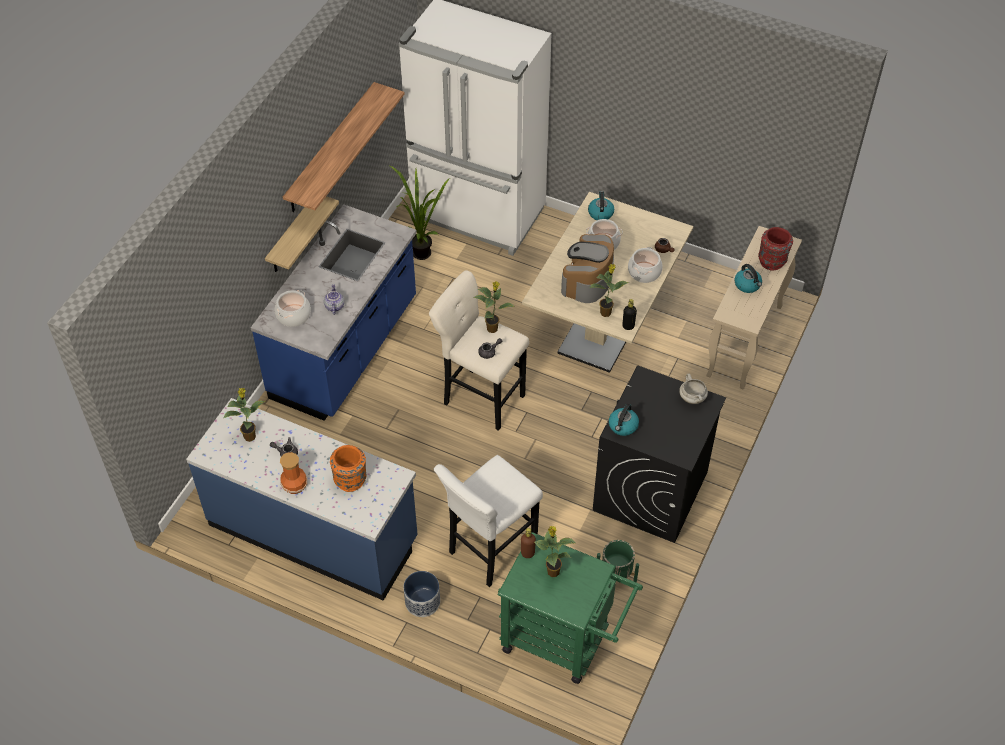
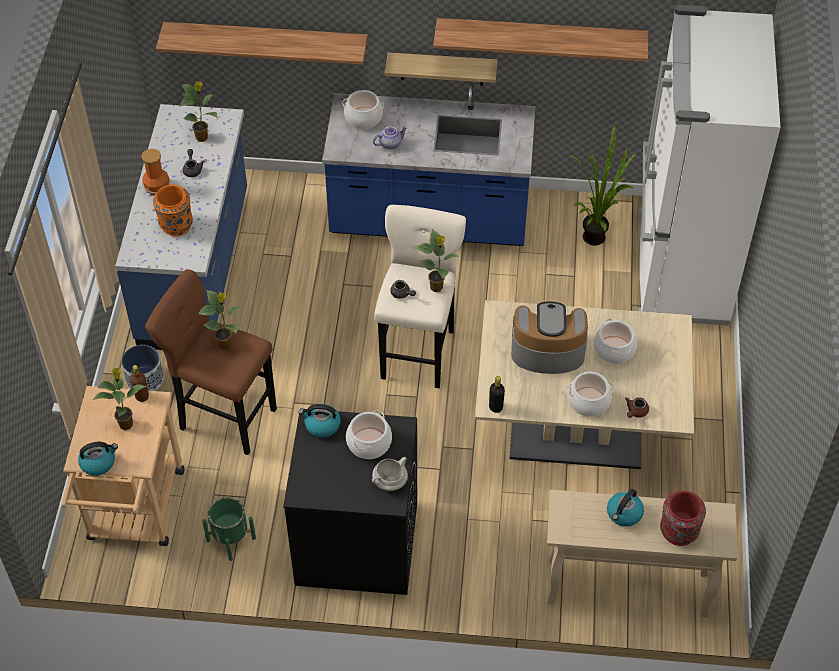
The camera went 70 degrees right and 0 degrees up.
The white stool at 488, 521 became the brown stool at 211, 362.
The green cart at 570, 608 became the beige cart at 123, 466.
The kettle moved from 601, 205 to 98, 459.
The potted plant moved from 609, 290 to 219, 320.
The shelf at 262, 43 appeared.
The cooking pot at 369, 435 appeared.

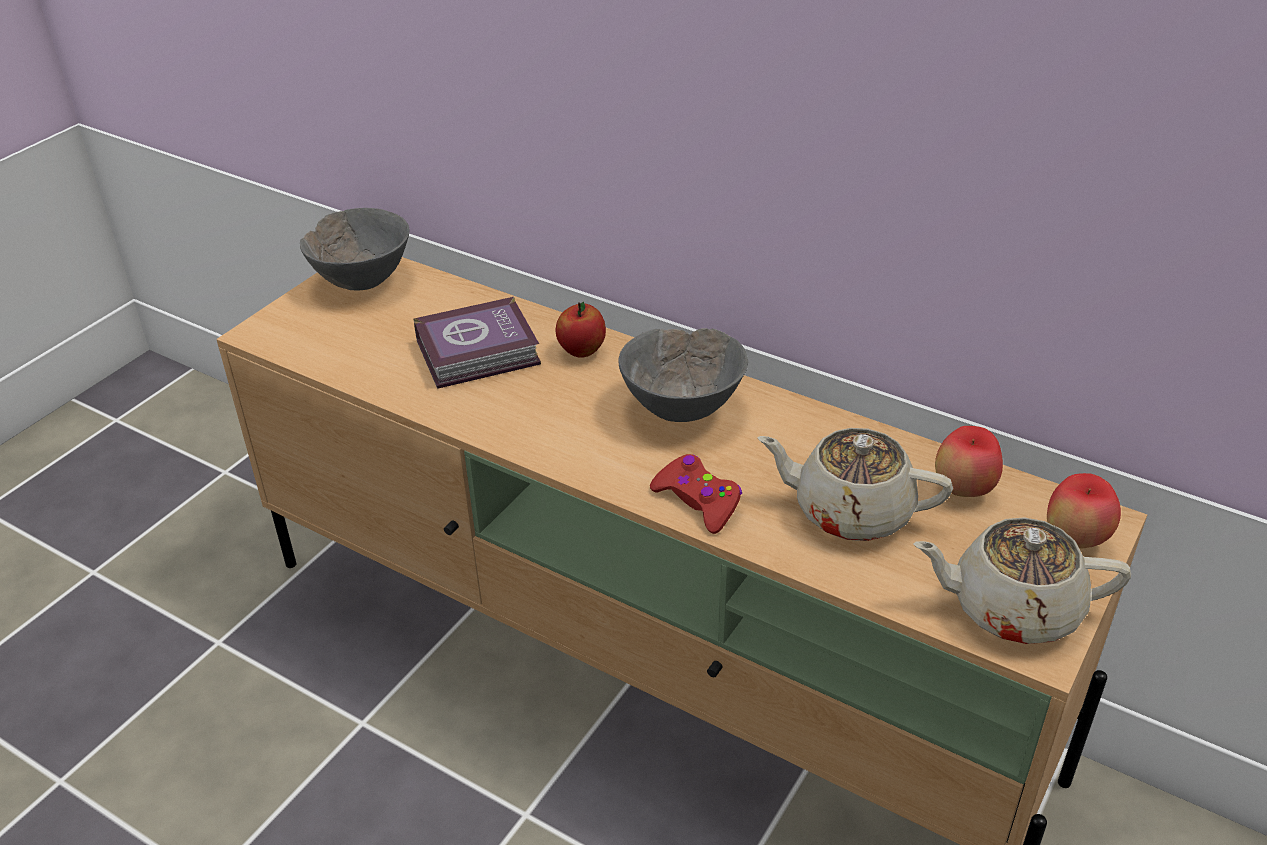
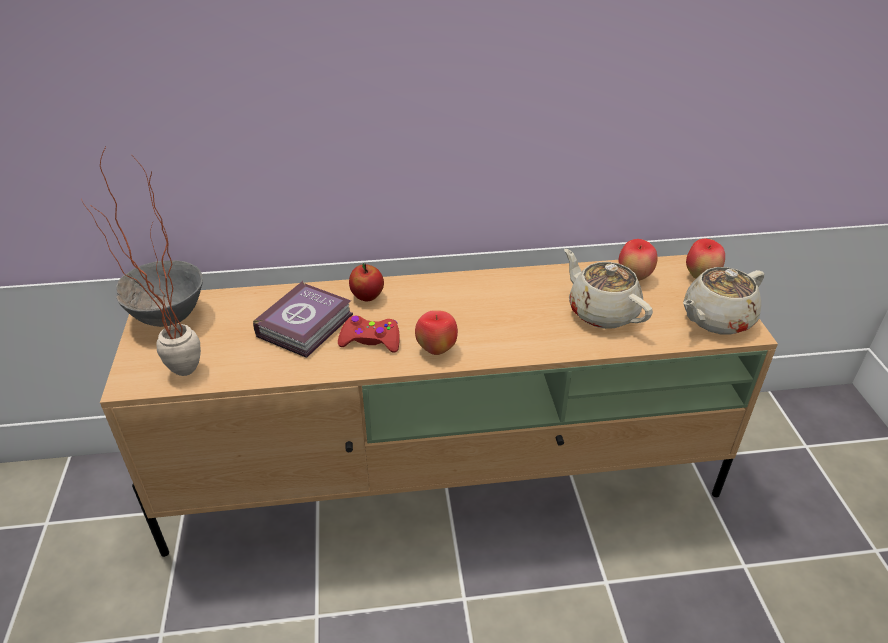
The camera went 40 degrees left and 0 degrees up.
The grey bowl at 683, 375 disappeared.
The red game controller moved from 696, 494 to 369, 334.
The beige teapot at 855, 484 turned 75 degrees clockwise.
The potted plant at 141, 260 appeared.
The apple at 436, 332 appeared.

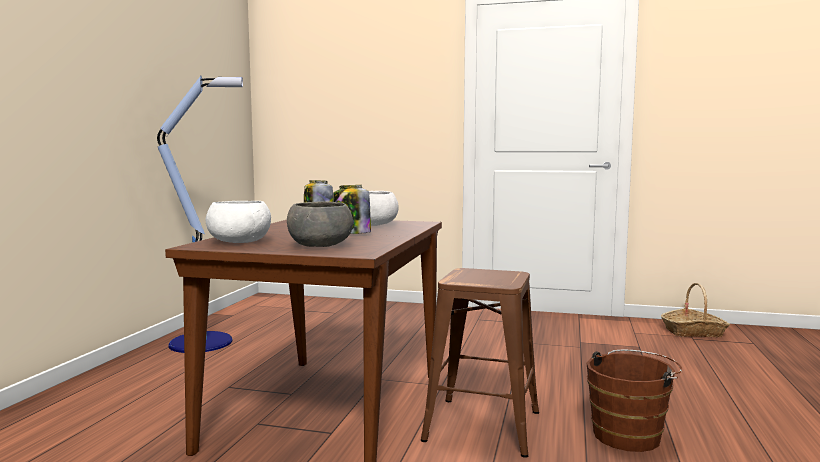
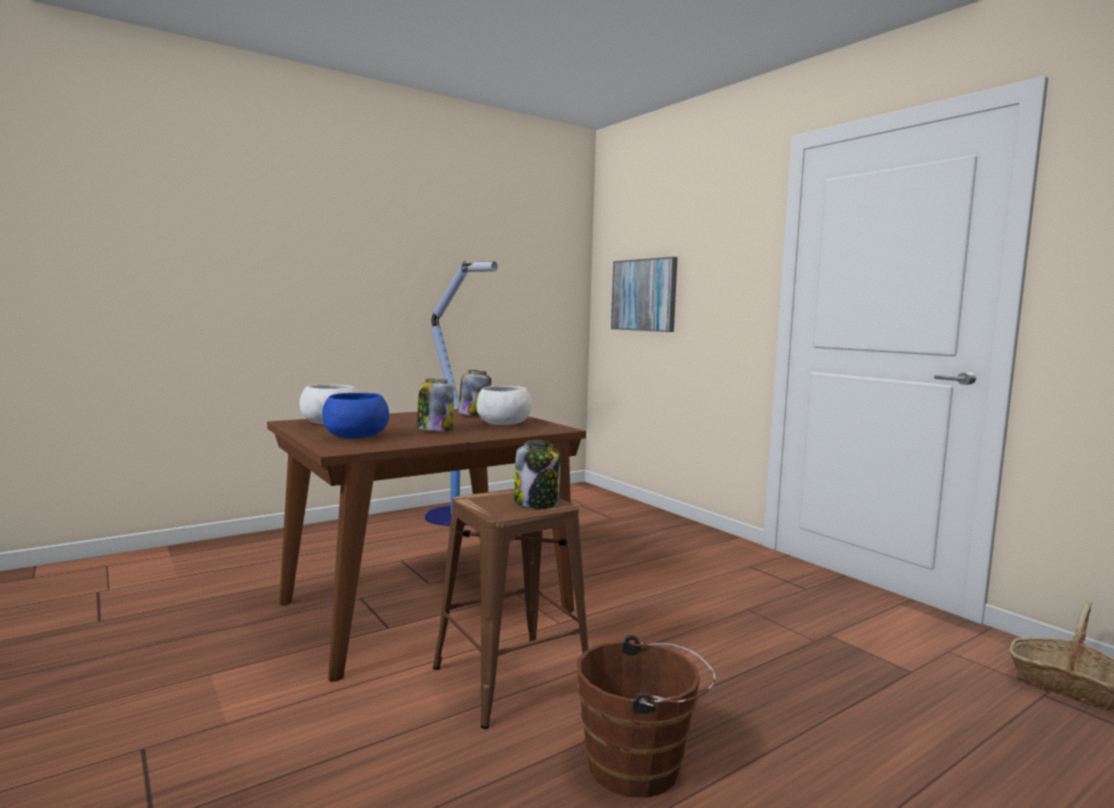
The camera went 40 degrees right and 0 degrees up.
The grey bowl at 320, 224 became the blue bowl at 355, 416.
The jar at 537, 474 appeared.
The picture at 644, 294 appeared.

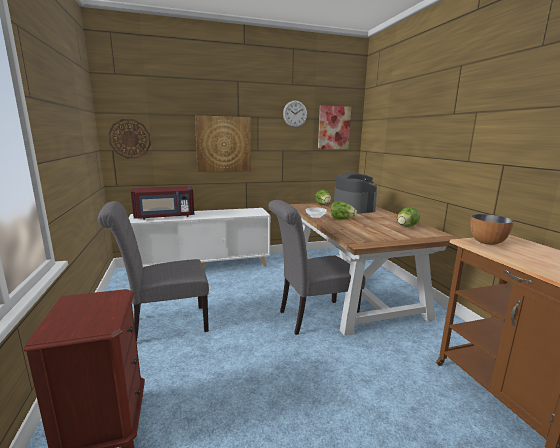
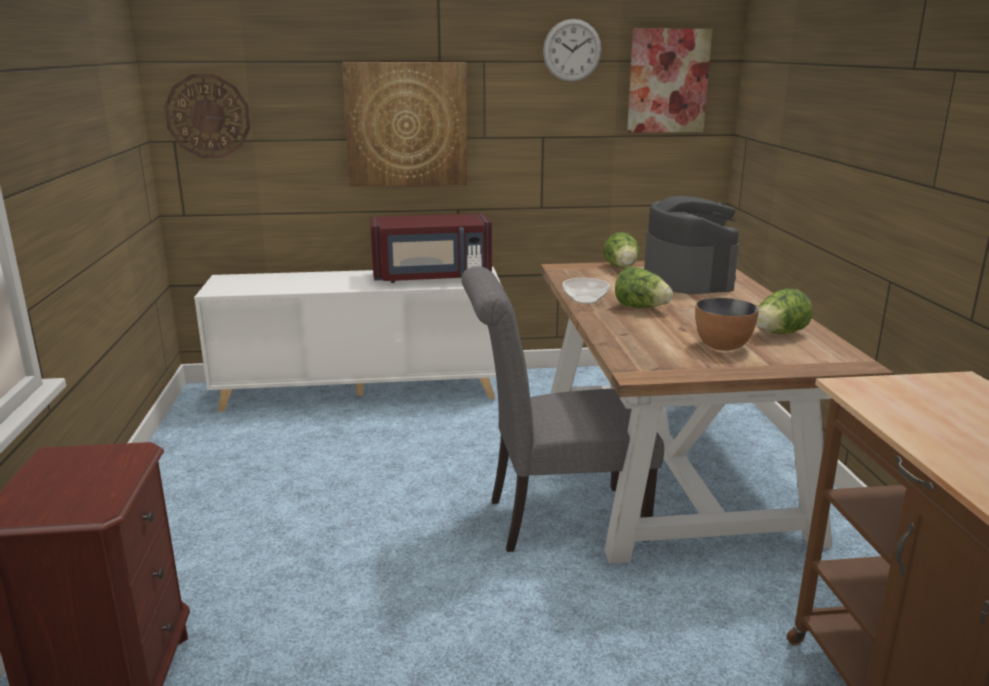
The camera went 10 degrees right and 5 degrees up.
The grey chair at 153, 271 disappeared.
The red microwave moved from 163, 203 to 431, 248.
The bowl moved from 492, 229 to 727, 324.

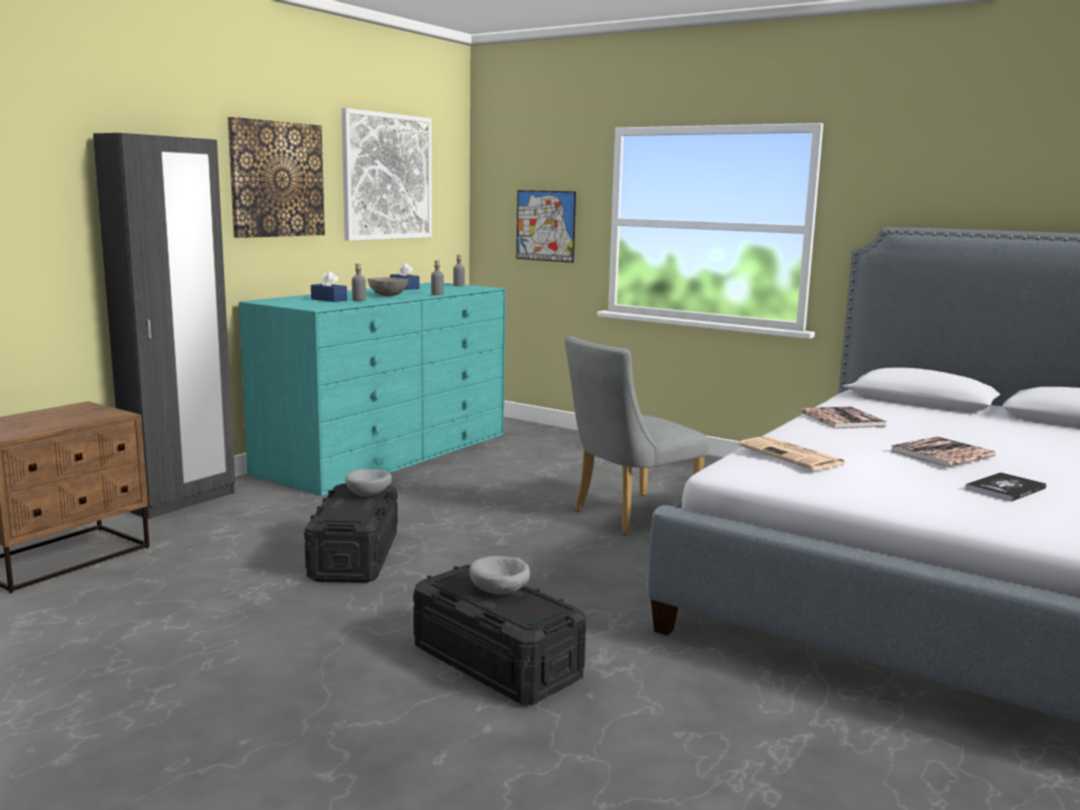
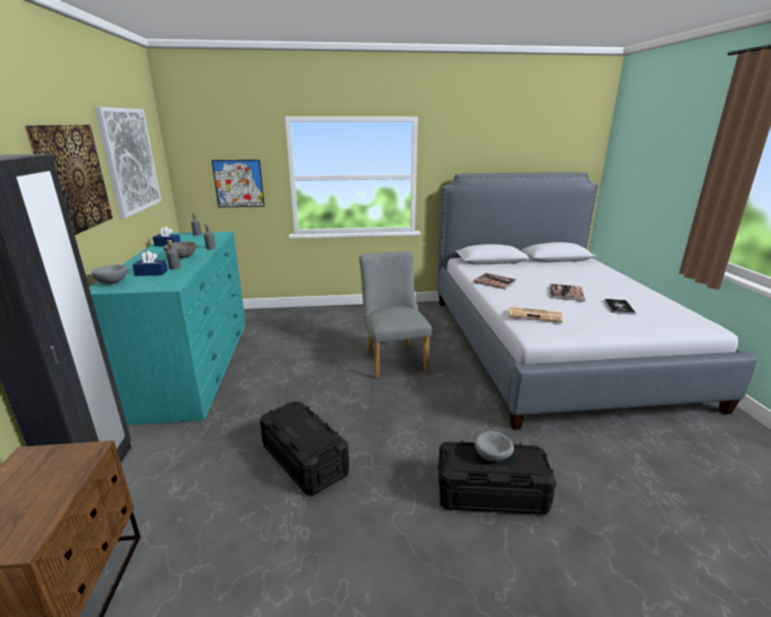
The camera went 40 degrees left and 10 degrees up.
The grey bowl moved from 368, 483 to 110, 274.
The grey chair at 637, 435 turned 150 degrees clockwise.

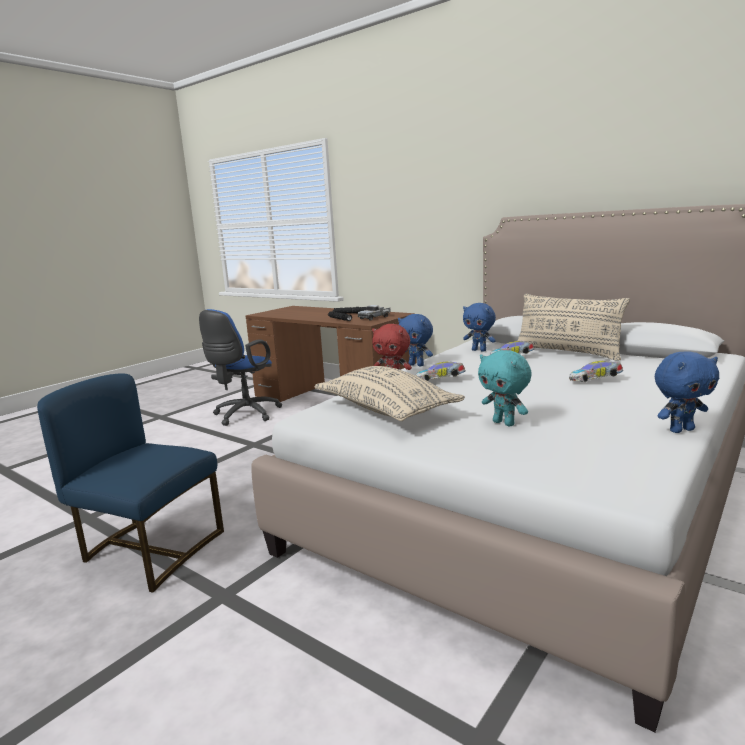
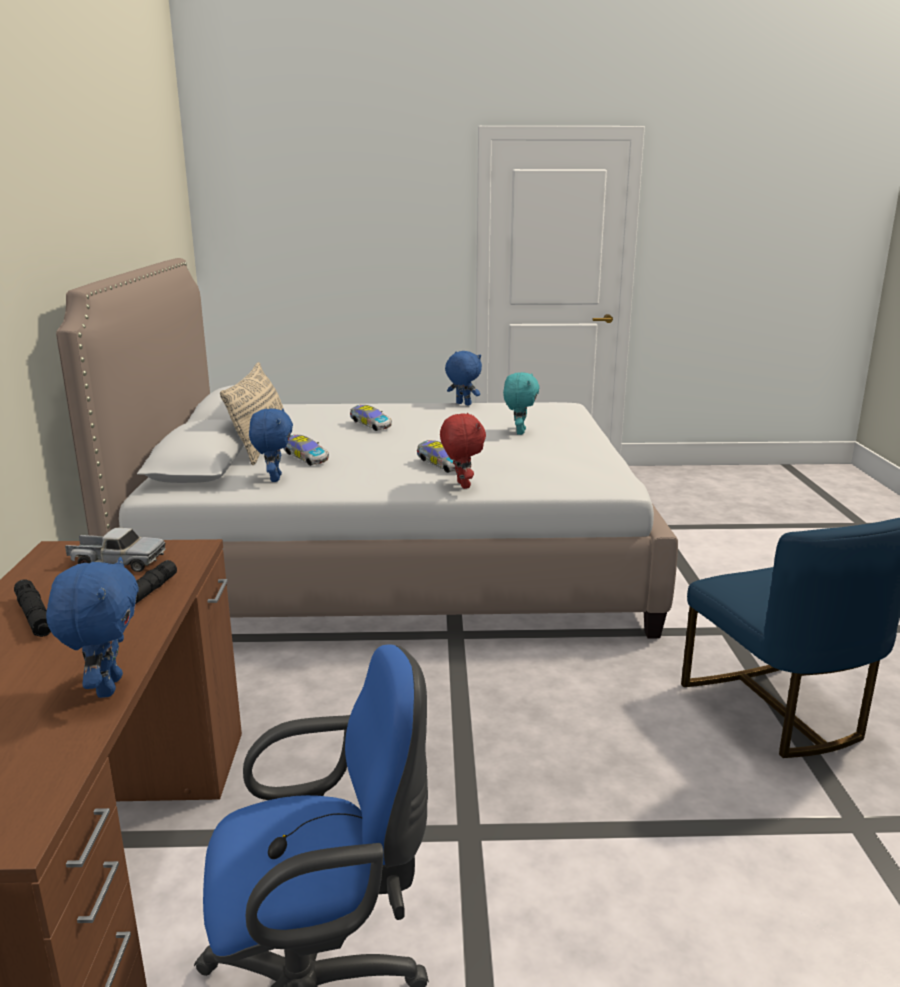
The camera went 130 degrees left and 5 degrees up.
The beige pillow at 390, 393 disappeared.
The blue plush toy moved from 415, 340 to 92, 627.

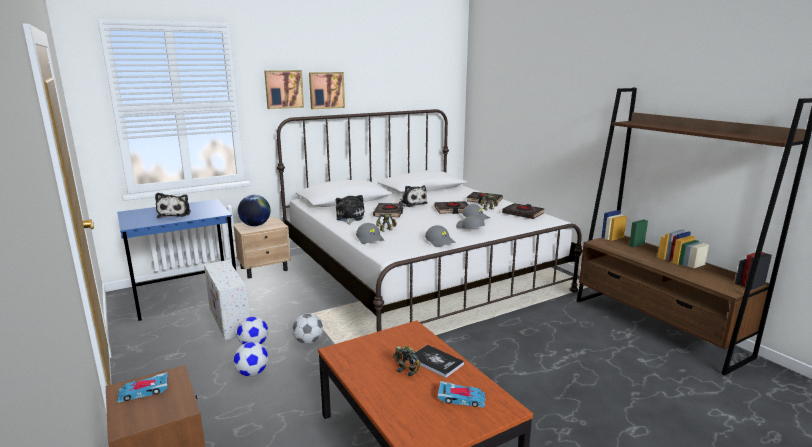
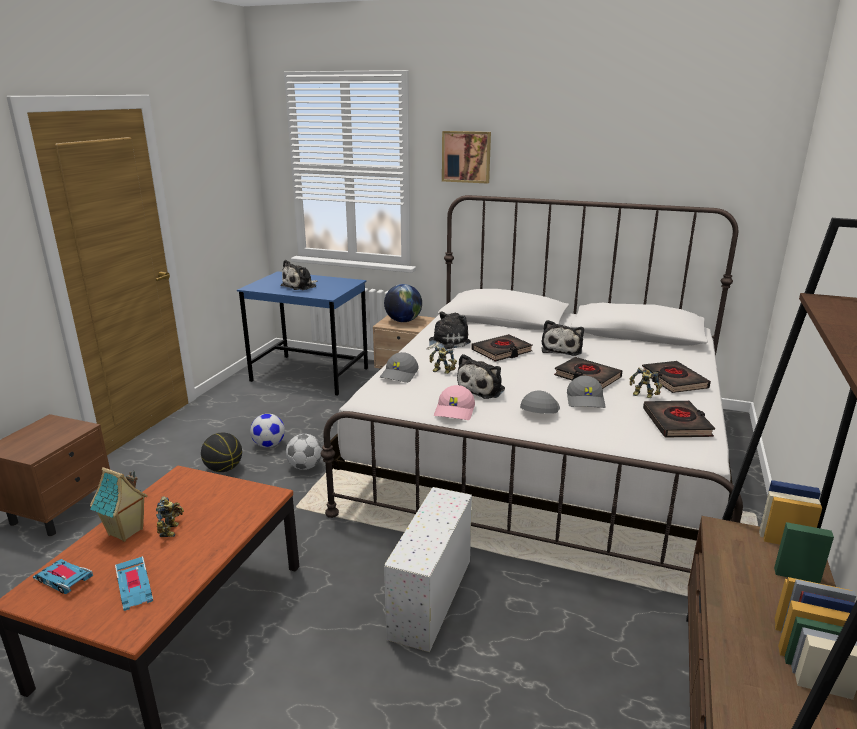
The camera went 50 degrees right and 5 degrees up.
The toy car moved from 142, 387 to 63, 576.
The white storage box moved from 227, 300 to 428, 569.
The football at 250, 359 was replaced by the basketball at 221, 452.
The picture at 327, 90 disappeared.
The book at 438, 361 disappeared.
The grey cap at 440, 236 became the pink cap at 454, 402.
The toy house at 119, 504 appeared.
The plush toy at 481, 376 appeared.

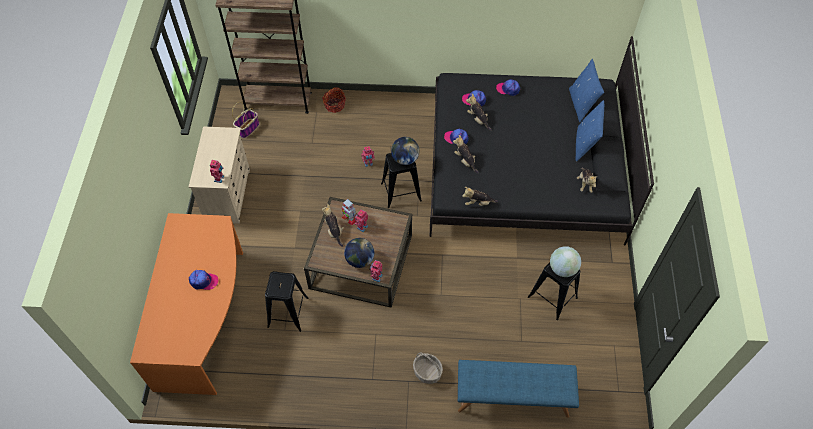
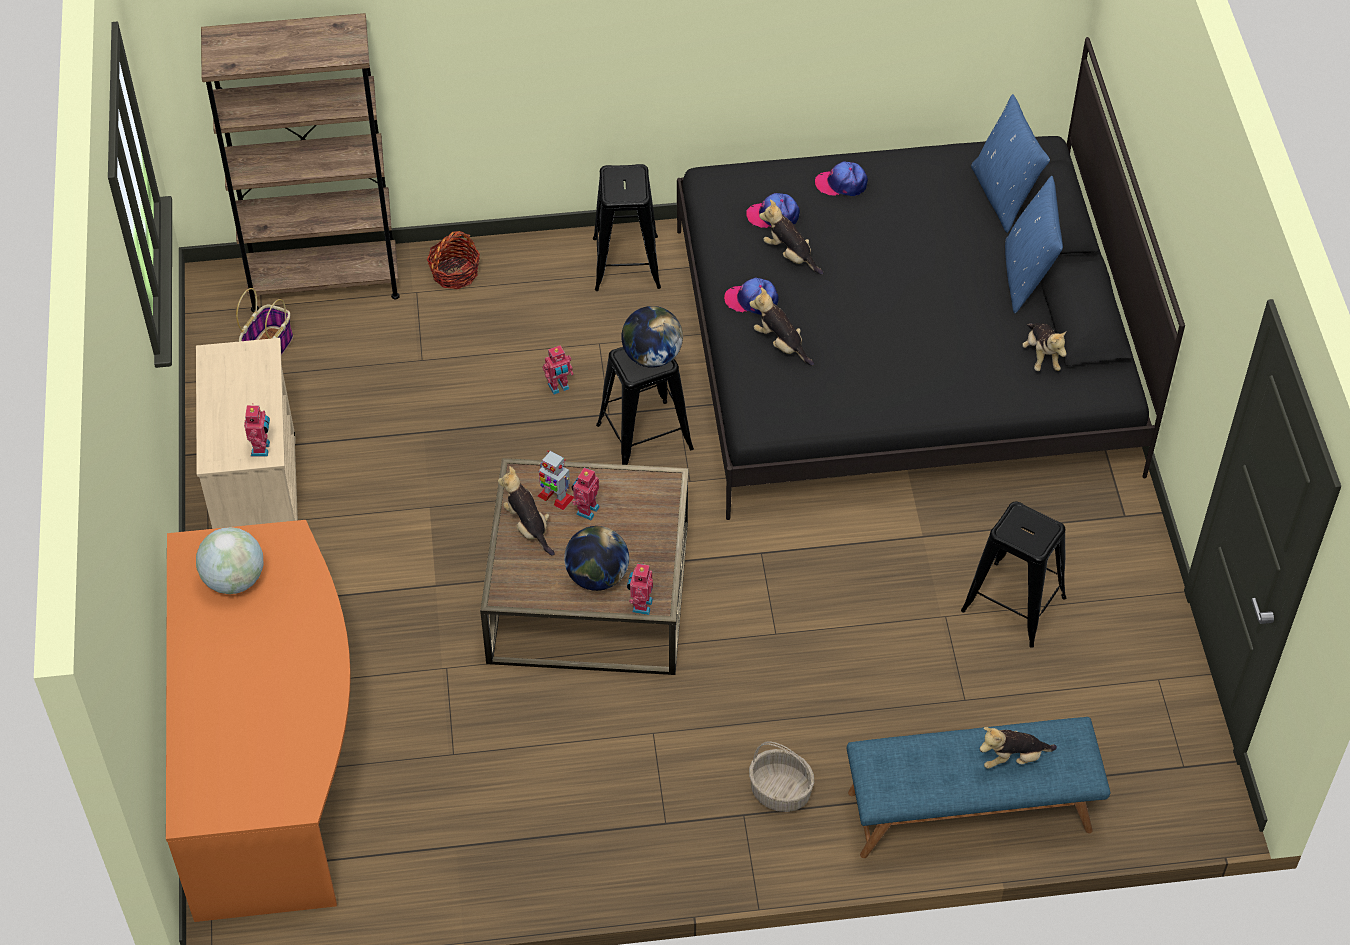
The camera went 10 degrees left and 5 degrees down.
The cap at 203, 280 disappeared.
The black stool moved from 286, 301 to 627, 227.
The plush toy moved from 480, 196 to 1018, 748.
The globe moved from 565, 261 to 229, 560.

